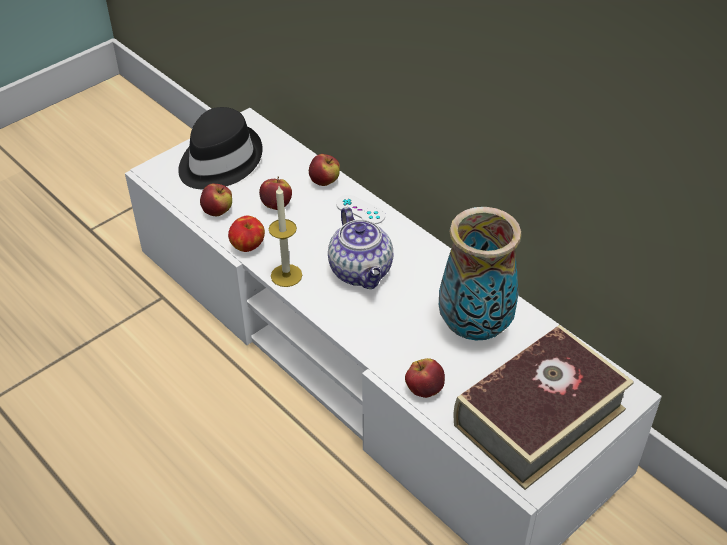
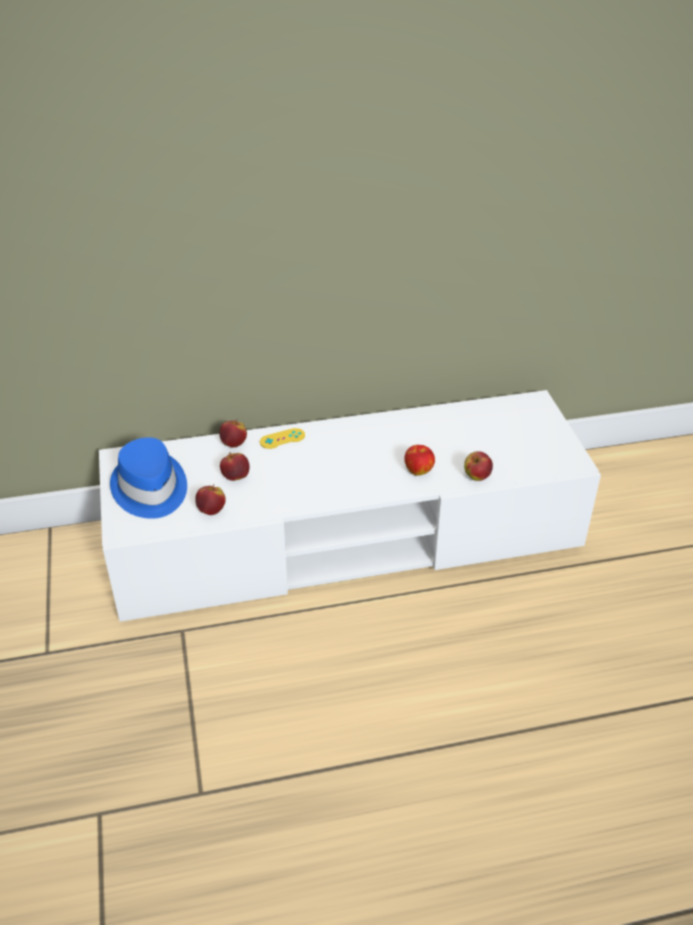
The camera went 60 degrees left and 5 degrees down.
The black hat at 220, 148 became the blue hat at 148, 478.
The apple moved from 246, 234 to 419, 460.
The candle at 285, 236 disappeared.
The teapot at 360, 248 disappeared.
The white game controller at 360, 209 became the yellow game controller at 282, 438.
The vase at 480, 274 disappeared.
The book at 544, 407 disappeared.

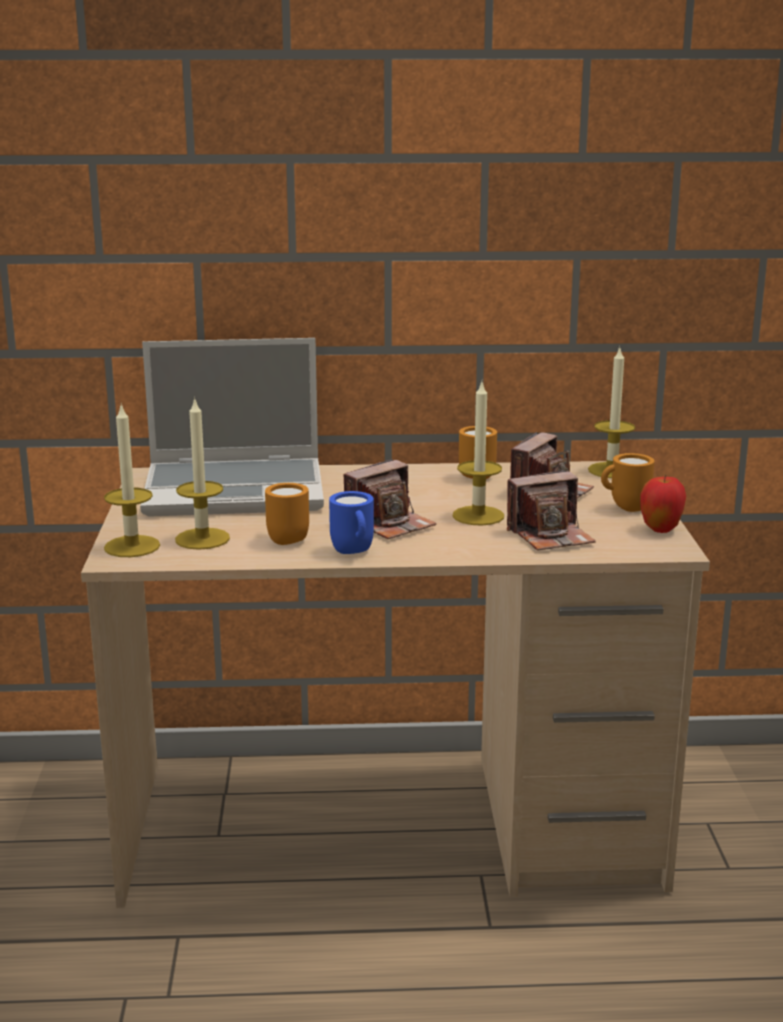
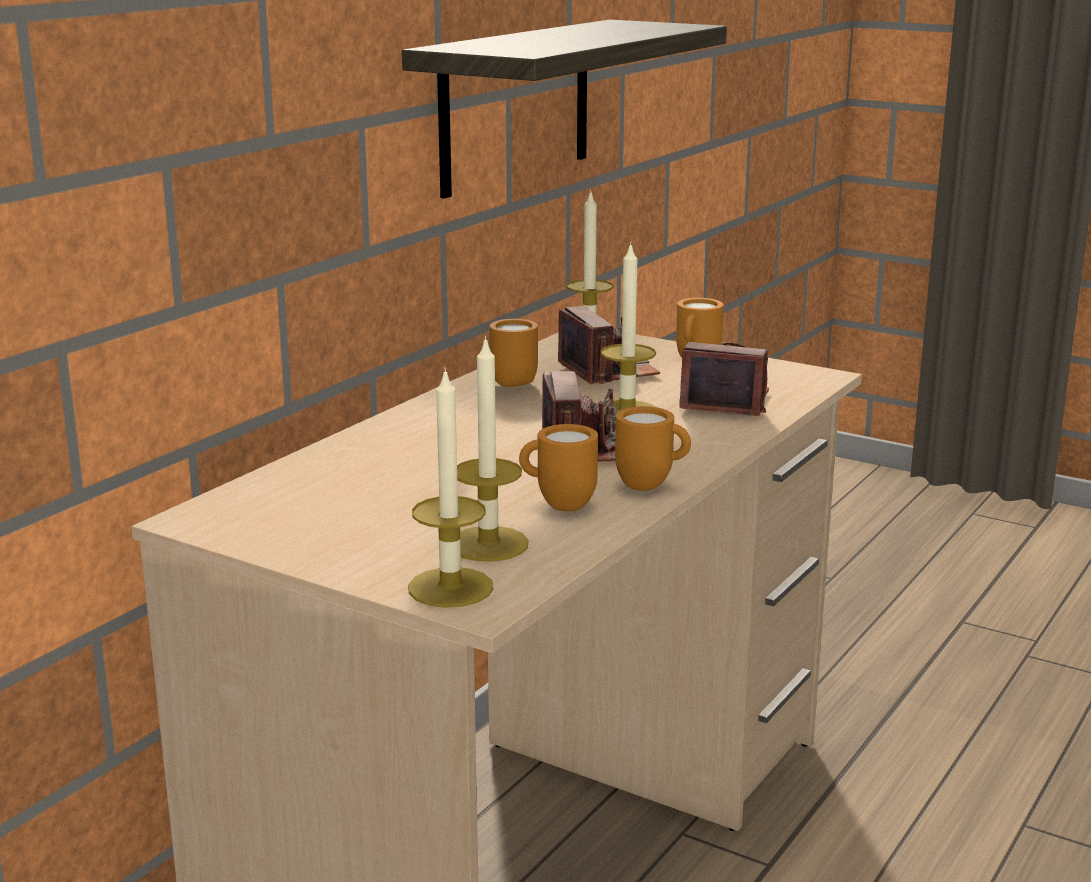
The camera went 55 degrees left and 0 degrees up.
The laptop at 232, 427 disappeared.
The blue mug at 351, 522 became the orange mug at 653, 448.
The photo camera at 551, 510 turned 90 degrees counterclockwise.
The apple at 663, 504 disappeared.
The shelf at 564, 109 appeared.

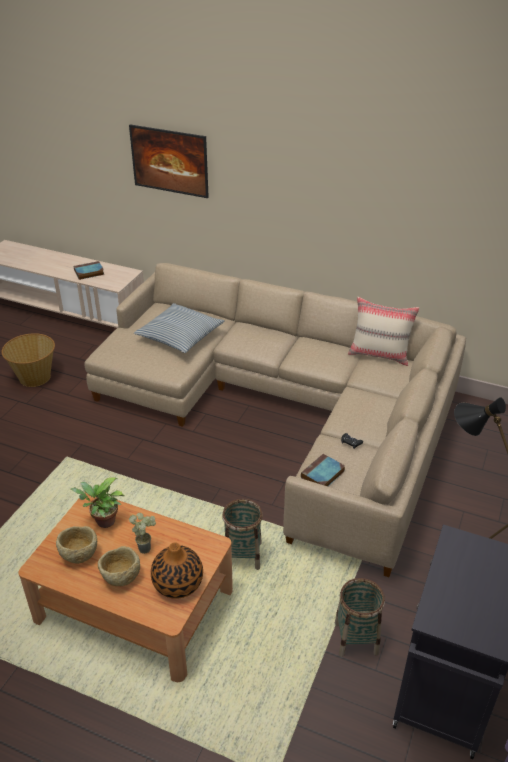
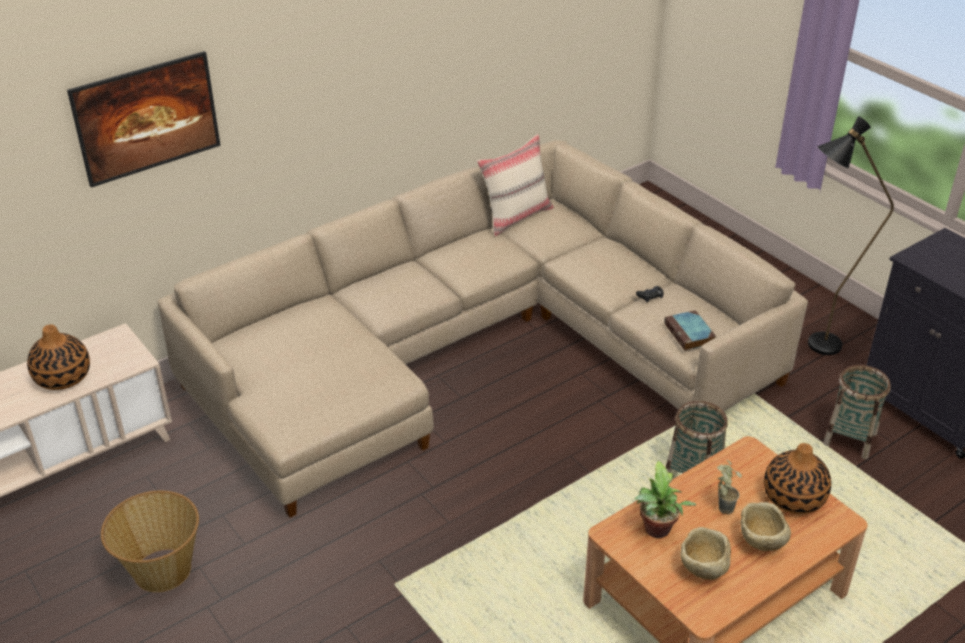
The camera went 60 degrees left and 0 degrees up.
The book at 89, 270 was replaced by the vase at 58, 357.
The pillow at 179, 328 disappeared.

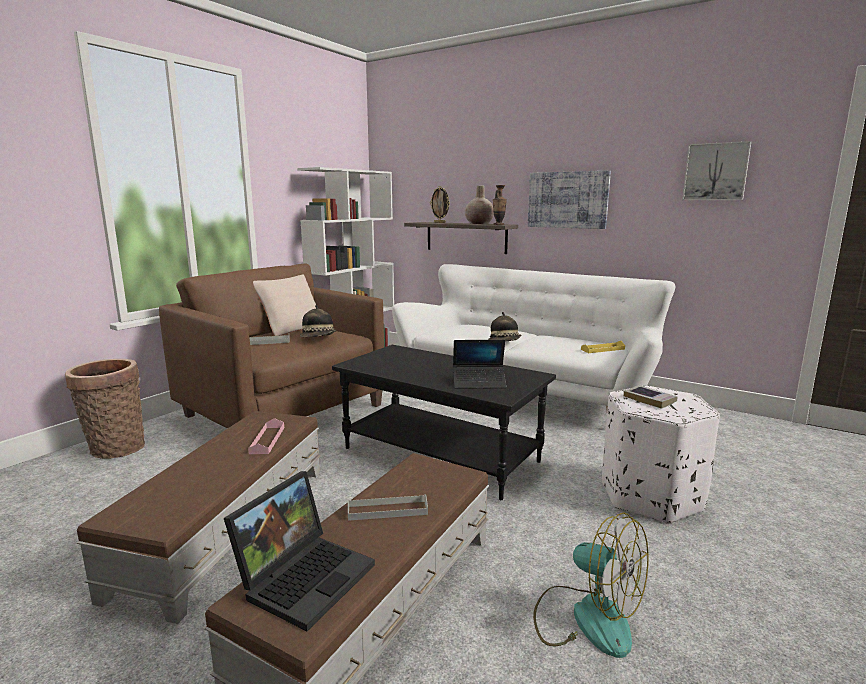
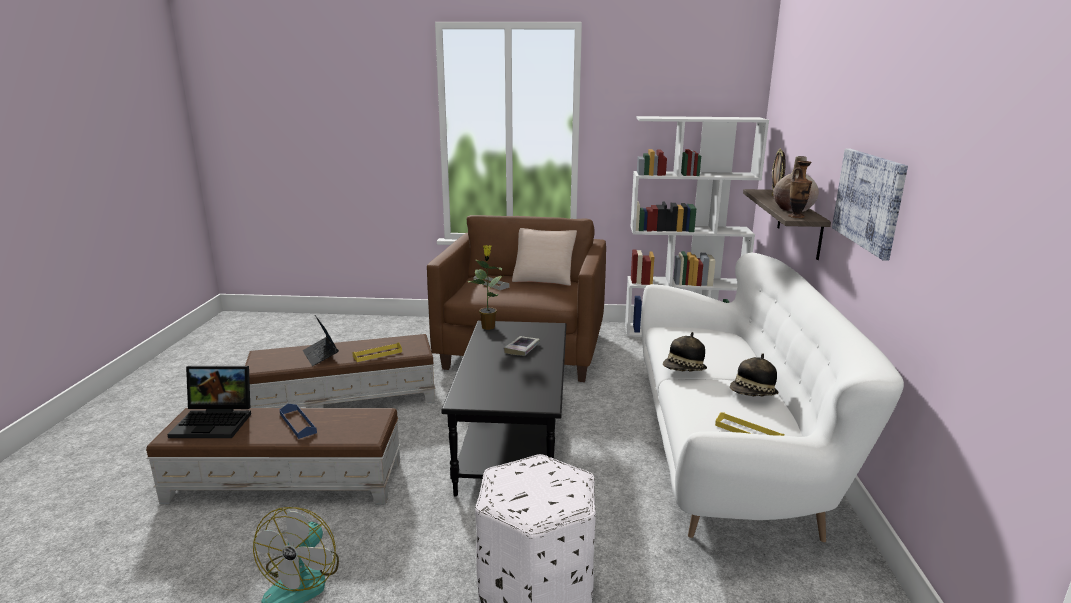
The camera went 60 degrees right and 5 degrees up.
The basket at 105, 409 disappeared.
The pink tray at 266, 436 became the yellow tray at 377, 352.
The hat moved from 318, 321 to 754, 375.
The grey tray at 388, 507 became the blue tray at 298, 421.
The laptop moved from 479, 364 to 321, 340.
The book moved from 651, 397 to 522, 346.
The picture at 716, 170 disappeared.
The potted plant at 485, 287 appeared.

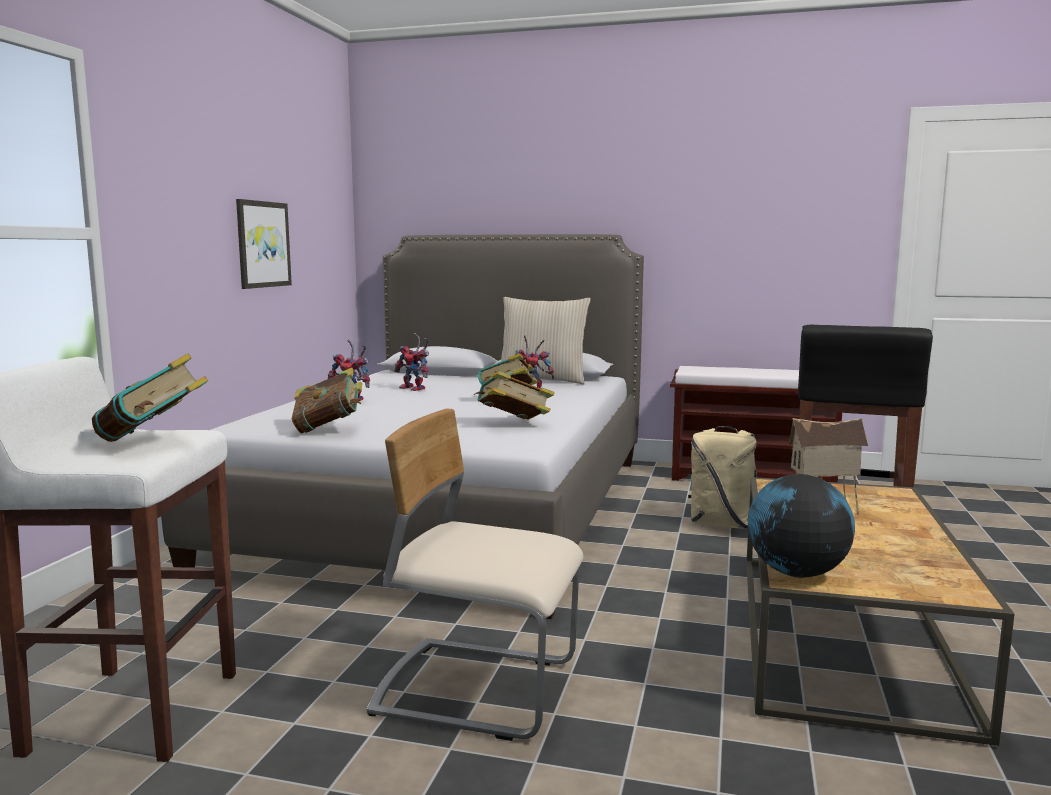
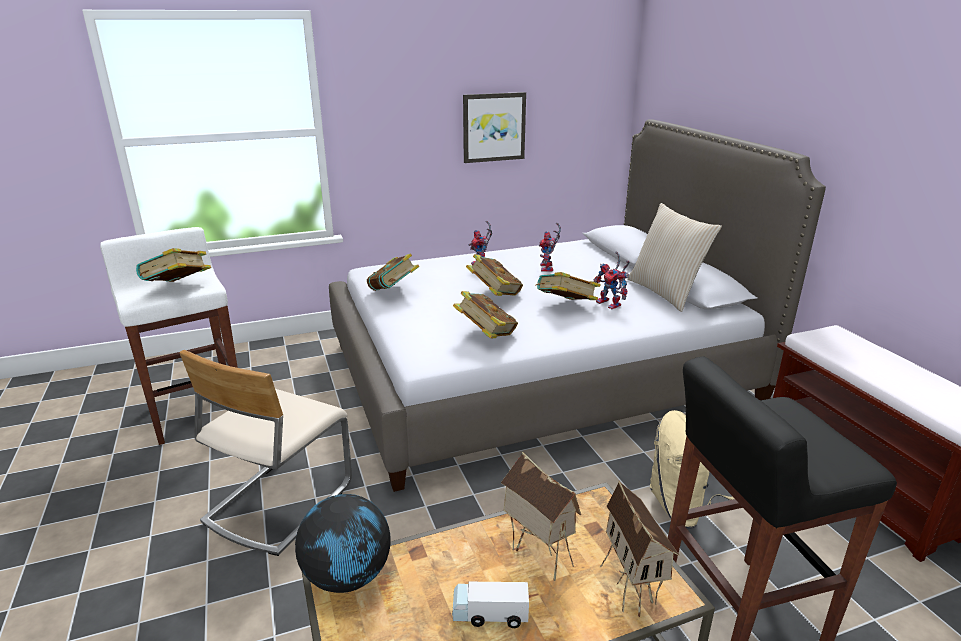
The camera went 55 degrees right and 15 degrees up.
The beige chair at 475, 575 turned 135 degrees counterclockwise.
The toy truck at 490, 605 appeared.
The book at 494, 275 appeared.
The toy house at 639, 549 appeared.

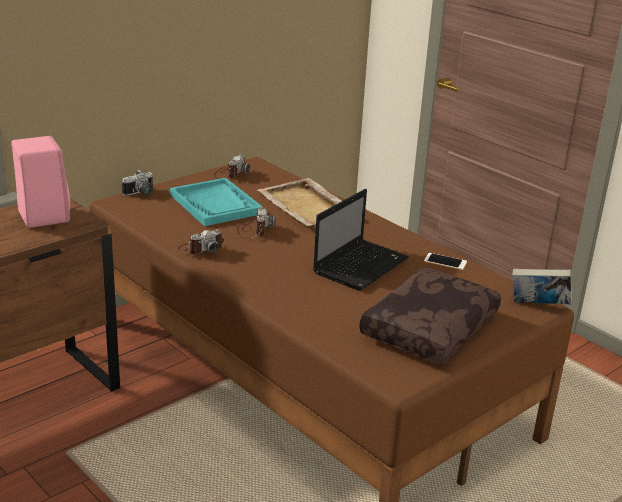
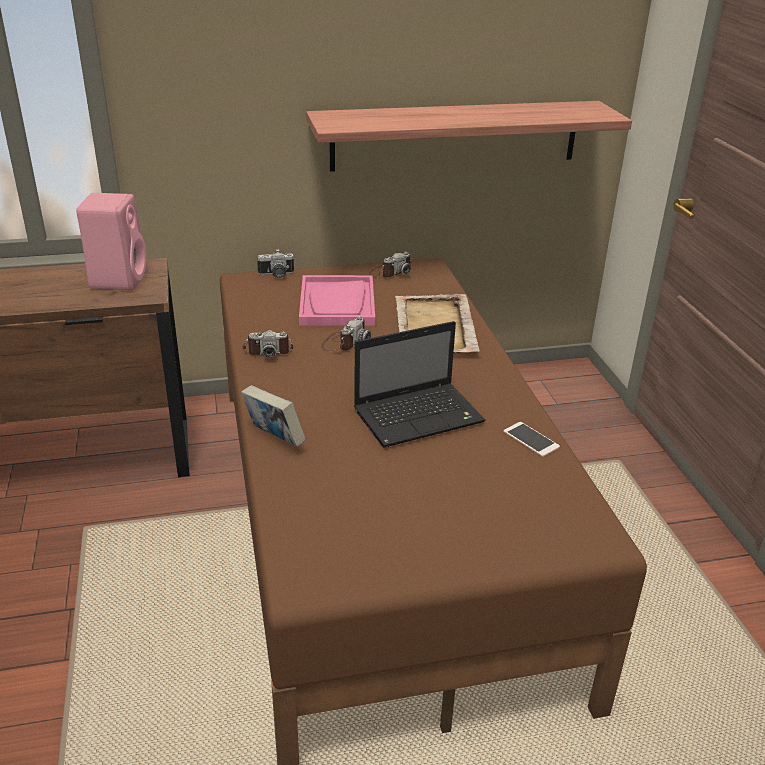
The camera went 30 degrees right and 5 degrees up.
The turquoise tray at 216, 202 became the pink tray at 337, 300.
The brown pillow at 430, 316 disappeared.
The book moved from 542, 286 to 273, 416.
The shelf at 469, 136 appeared.

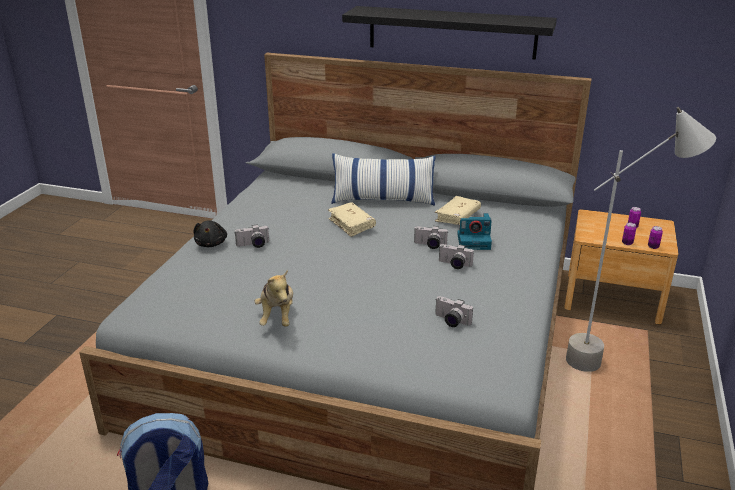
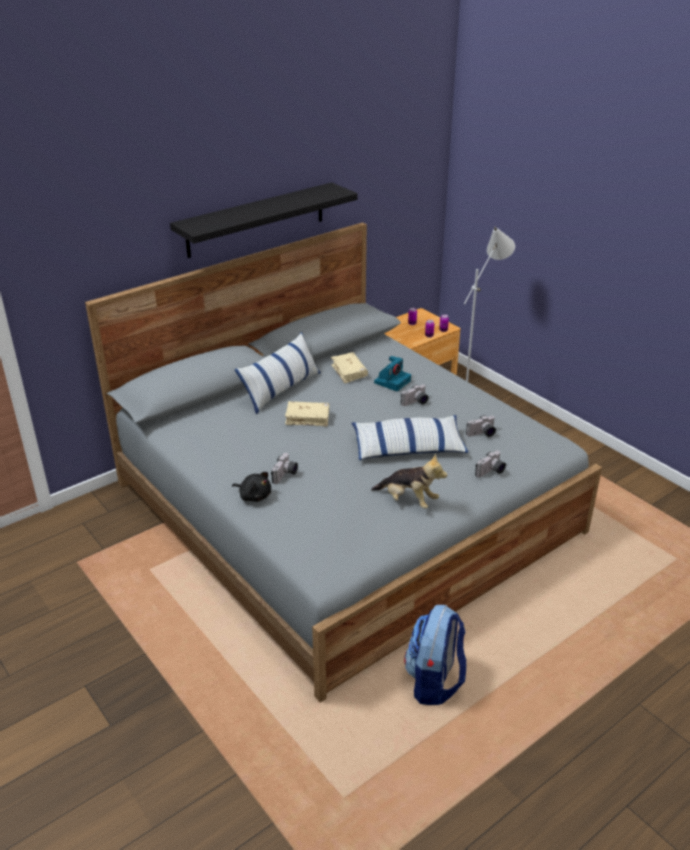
The camera went 55 degrees left and 5 degrees up.
The photo camera moved from 431, 237 to 490, 463.
The pillow at 410, 437 appeared.

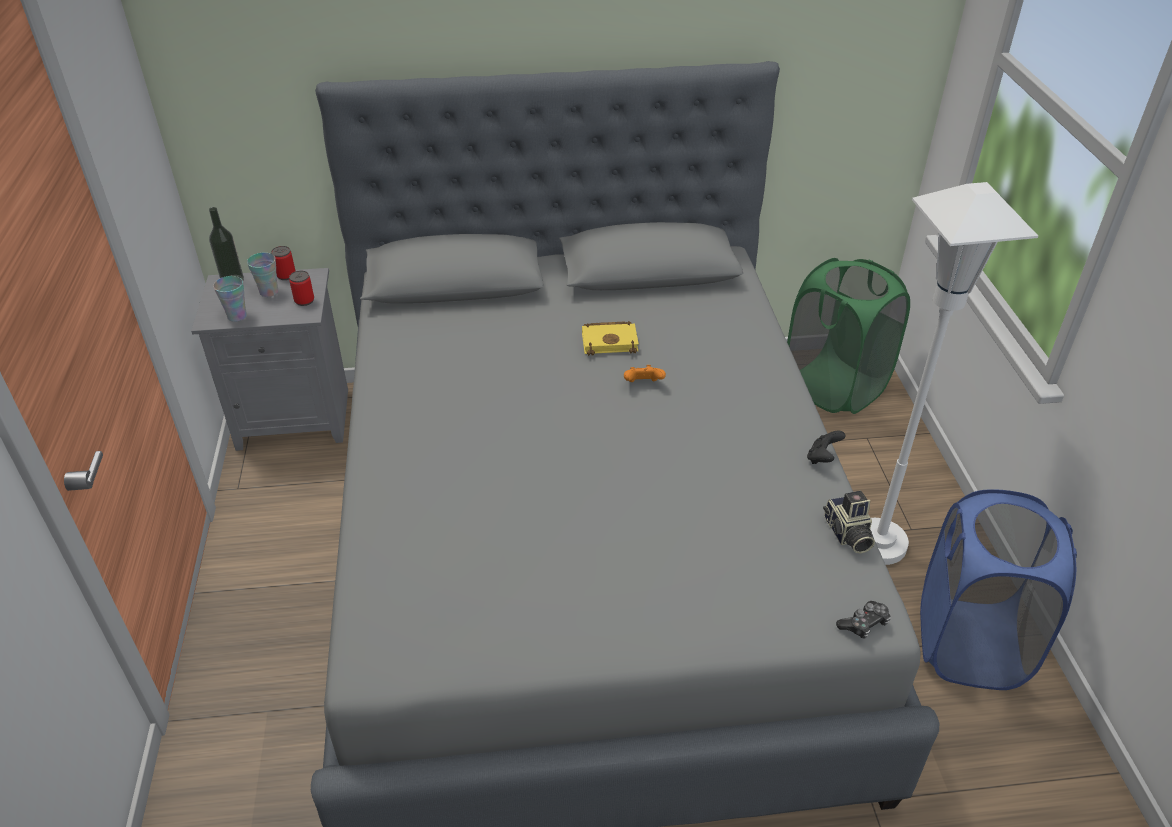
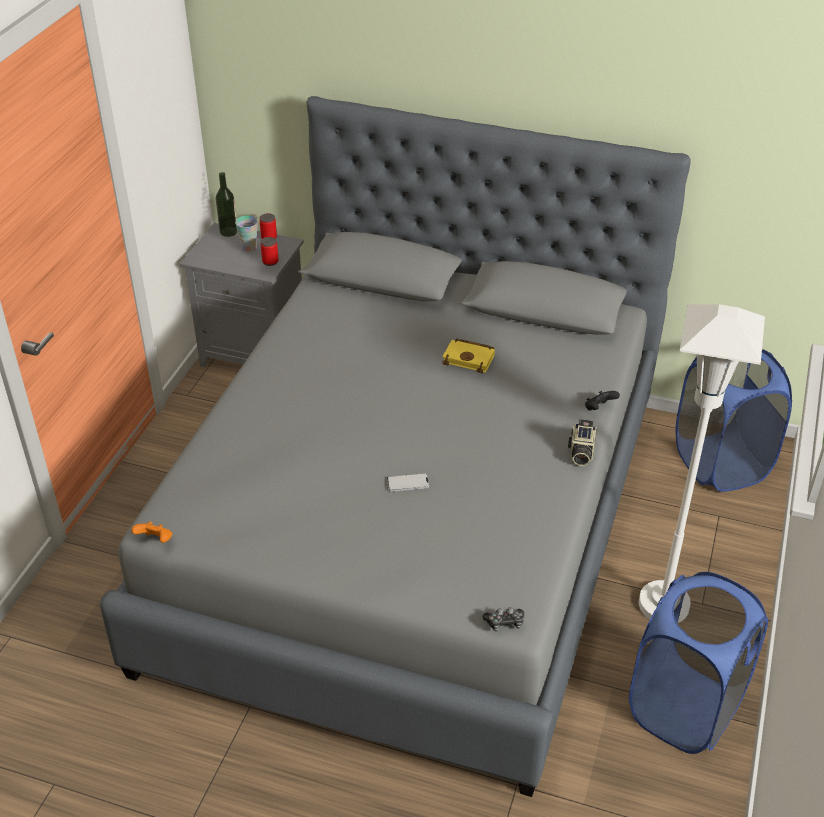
The camera went 25 degrees right and 0 degrees up.
The cup at 230, 299 disappeared.
The orange game controller moved from 645, 373 to 151, 532.
The green laundry basket at 848, 336 became the blue laundry basket at 734, 420.
The black game controller moved from 826, 447 to 602, 400.
The photo camera moved from 849, 522 to 582, 442.
The phone at 408, 482 appeared.

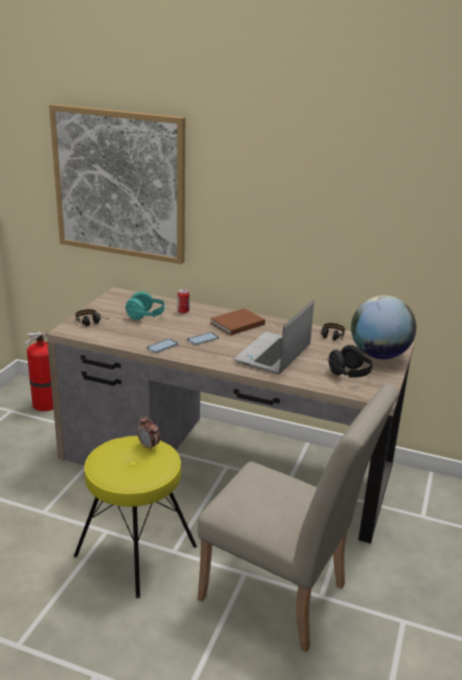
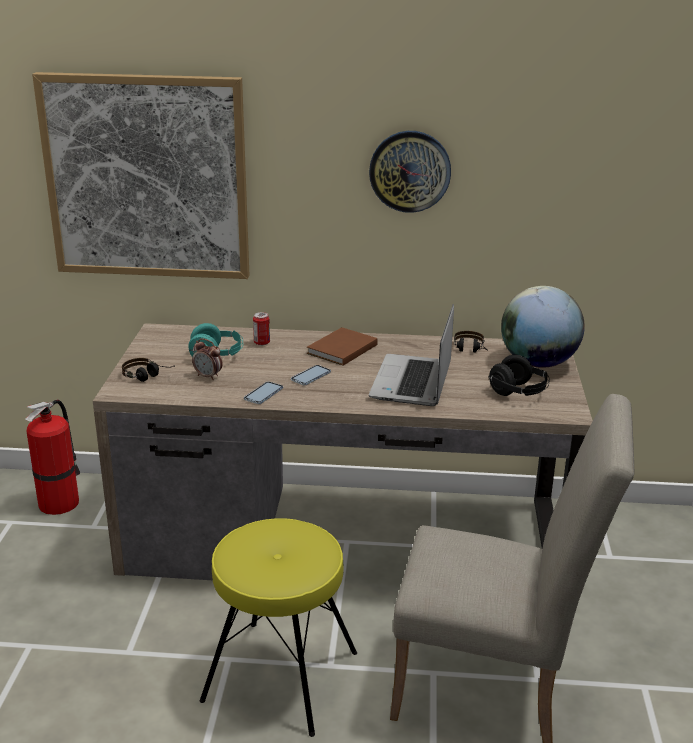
The camera went 15 degrees left and 0 degrees up.
The alarm clock moved from 148, 433 to 207, 359.
The wall clock at 410, 172 appeared.

